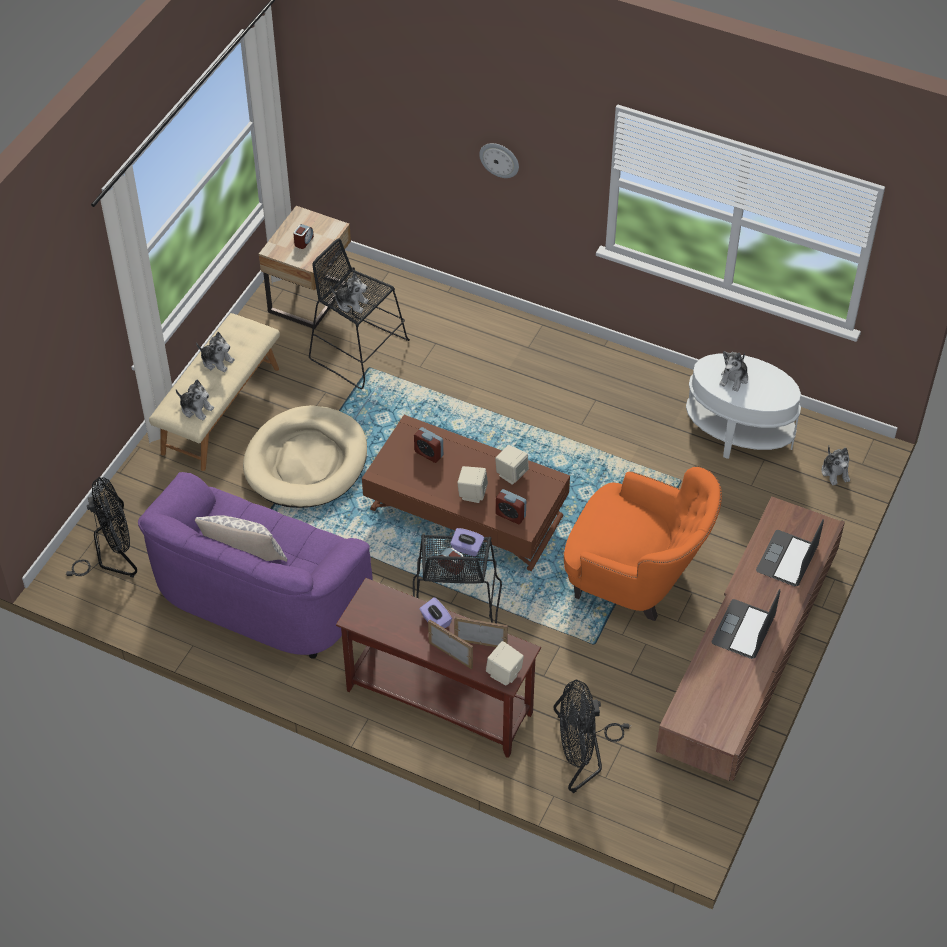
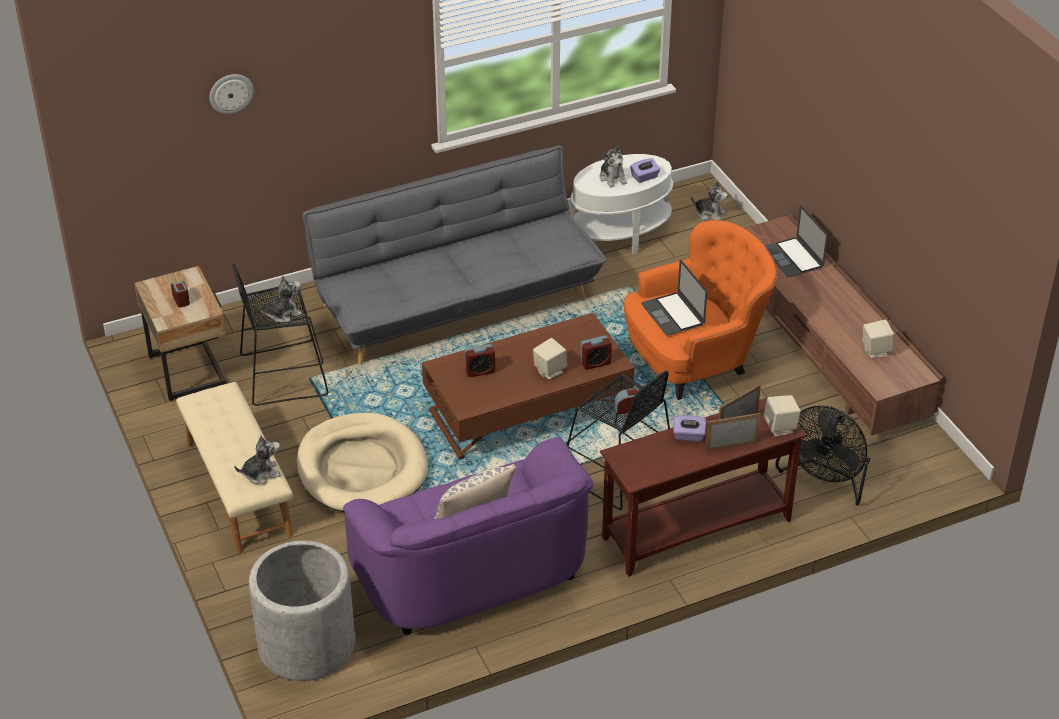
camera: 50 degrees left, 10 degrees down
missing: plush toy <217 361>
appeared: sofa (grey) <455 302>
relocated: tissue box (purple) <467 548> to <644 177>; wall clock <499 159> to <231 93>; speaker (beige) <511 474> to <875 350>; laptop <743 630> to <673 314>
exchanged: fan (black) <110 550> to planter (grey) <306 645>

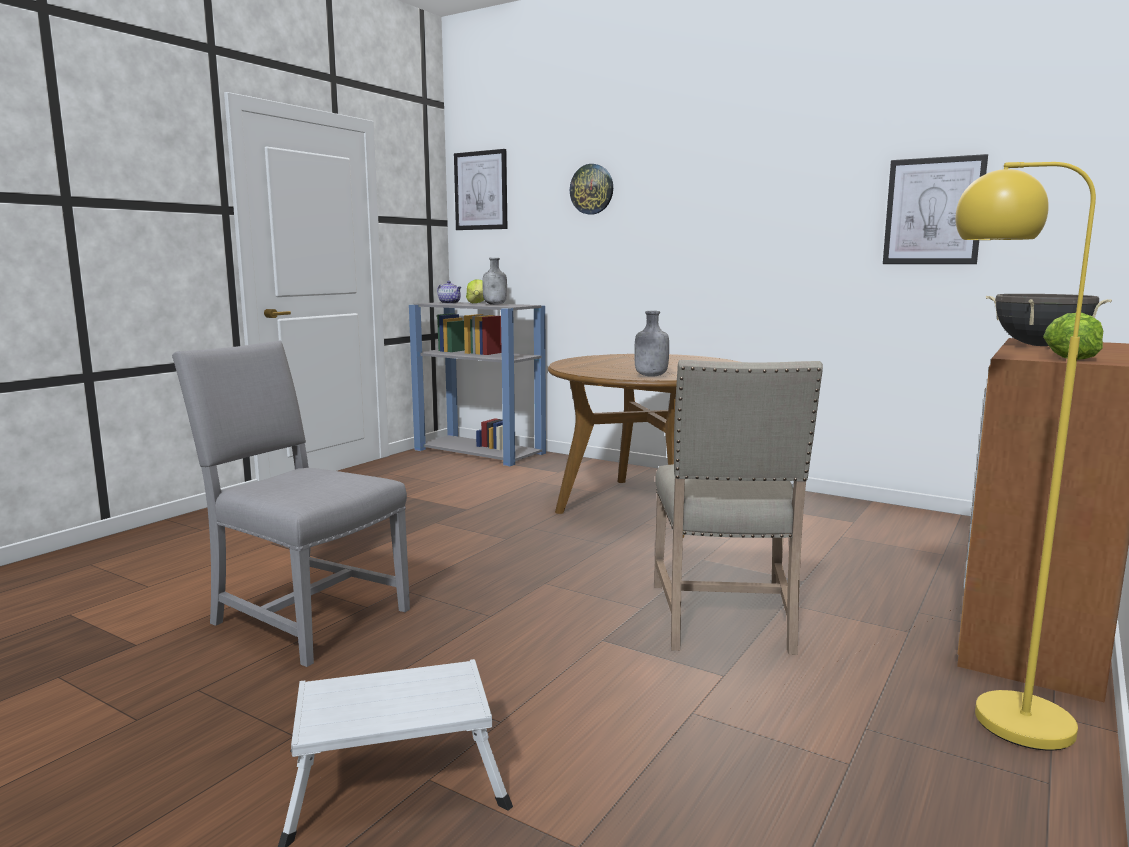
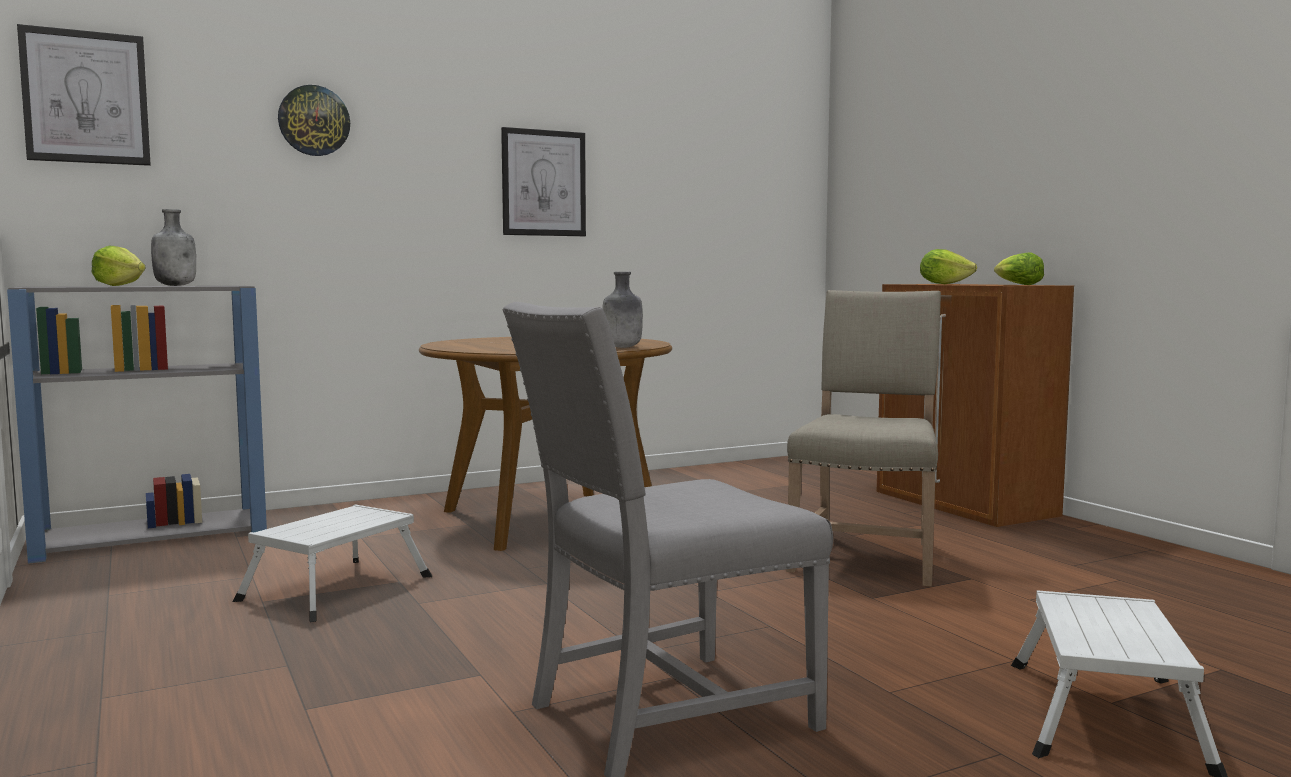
camera: 60 degrees left, 5 degrees down
missing: teapot <450 303>; floor lamp (yellow) <993 721>
appeared: step ladder (white) <335 588>
relocated: picture <933 211> to <543 183>
exchanged: cooking pot (black) <1040 346> to lettuce <944 284>
spun: chair (beige) <725 619> = <867 556> 105 degrees counterclockwise

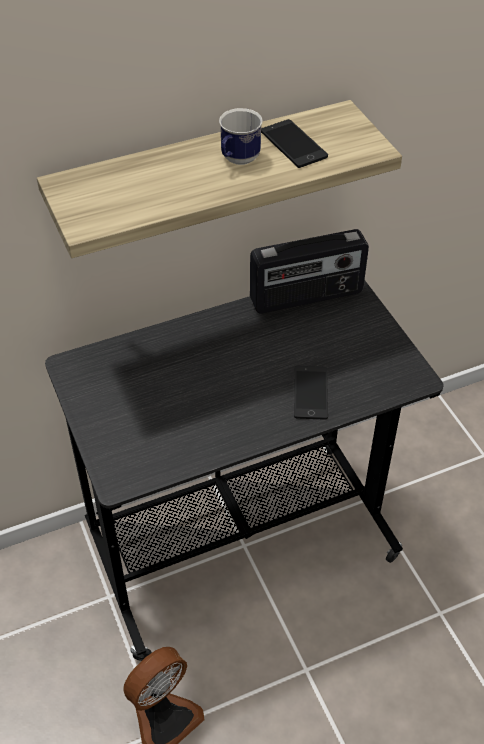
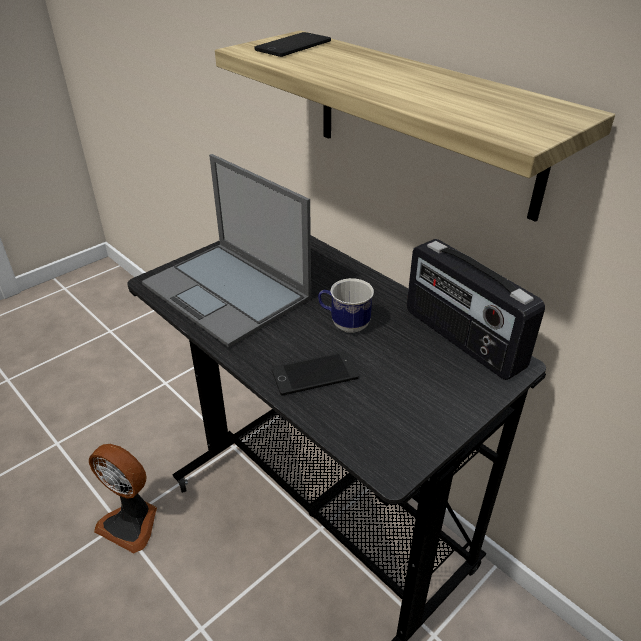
camera: 70 degrees right, 10 degrees down
appeared: laptop <228 292>
relocated: mug <237 161> to <344 324>; phone <293 144> to <293 46>

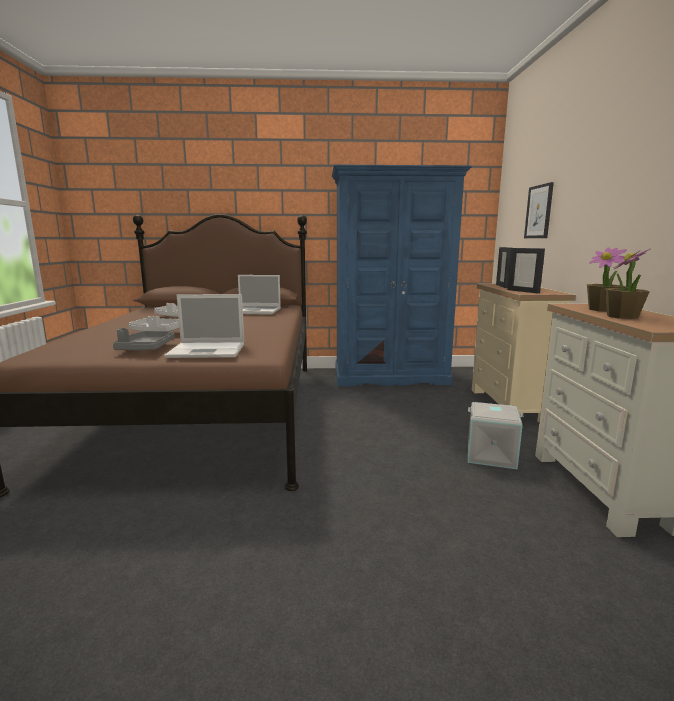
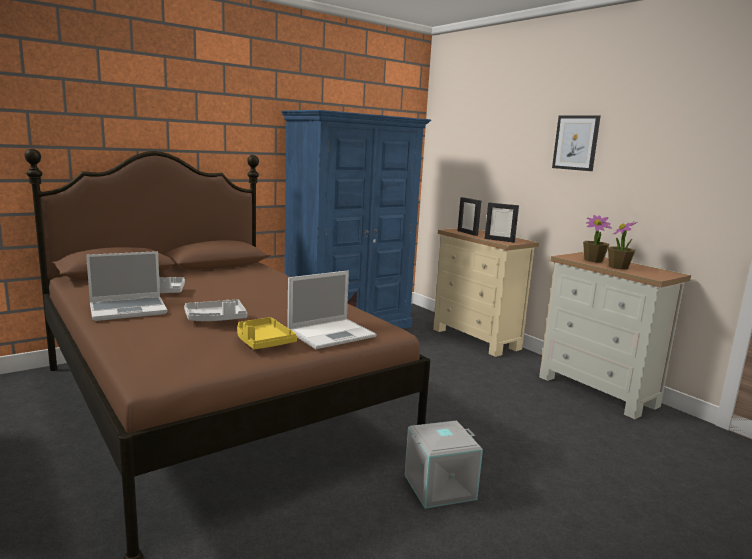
camera: 35 degrees left, 0 degrees up
relocated: laptop <256 311> to <129 310>; storage box (grey) <490 455> to <439 488>; picture <539 212> to <576 142>
colour: tray (grey) <146 348> to tray (yellow) <263 342>

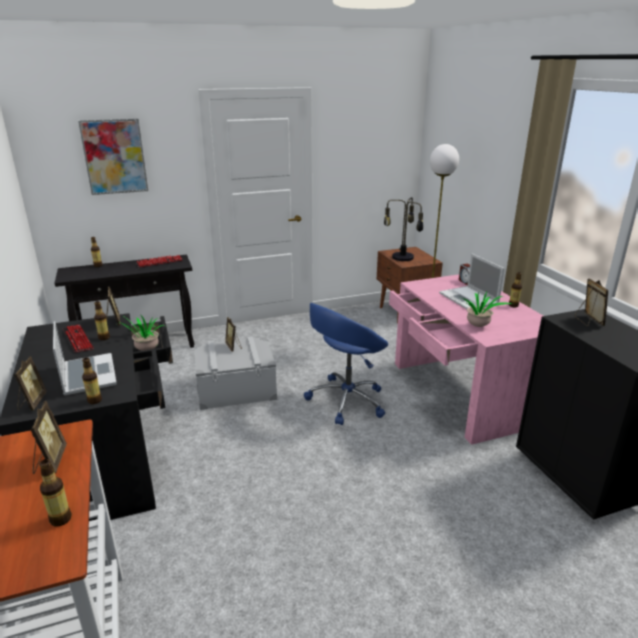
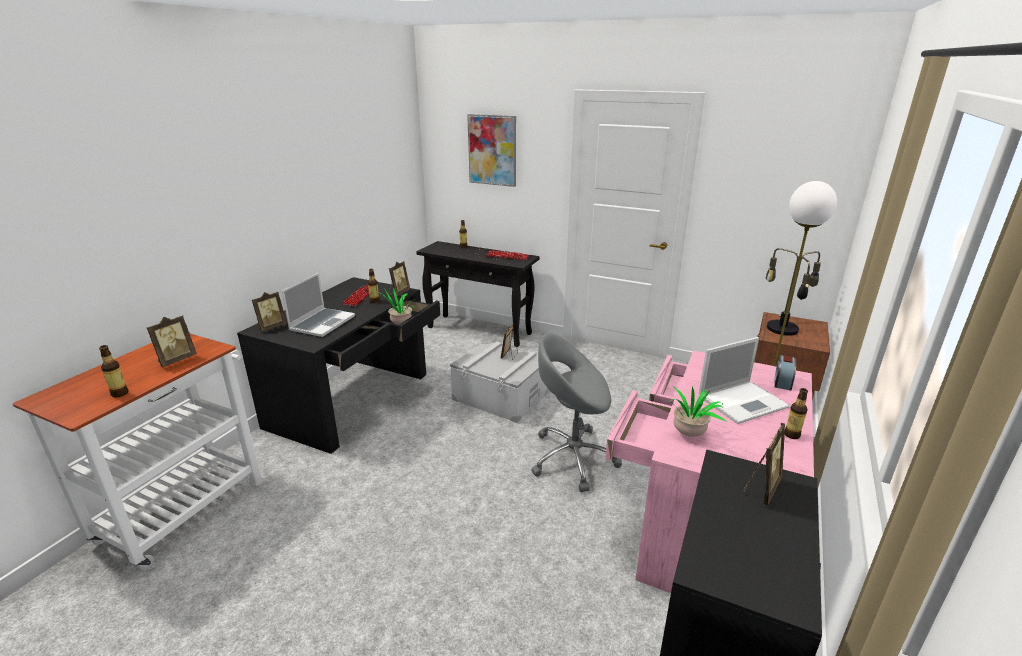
camera: 45 degrees right, 0 degrees up
missing: bottle <94 400>
colour: office chair (blue) <345 401> to office chair (grey) <571 458>
spun: laptop <469 299> = <743 401> 135 degrees counterclockwise

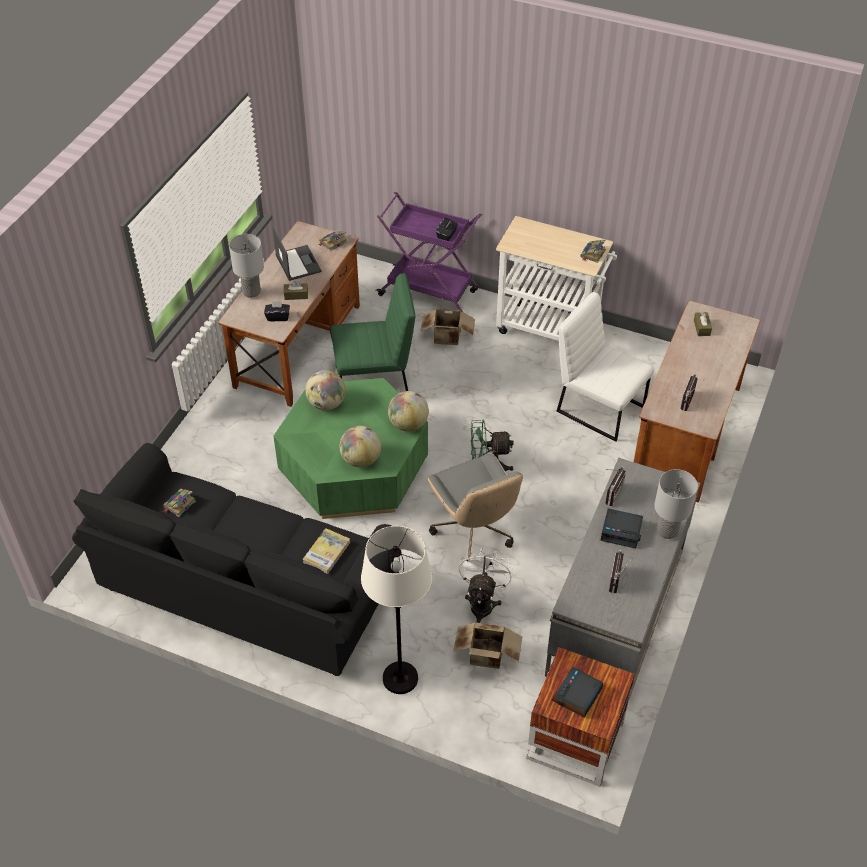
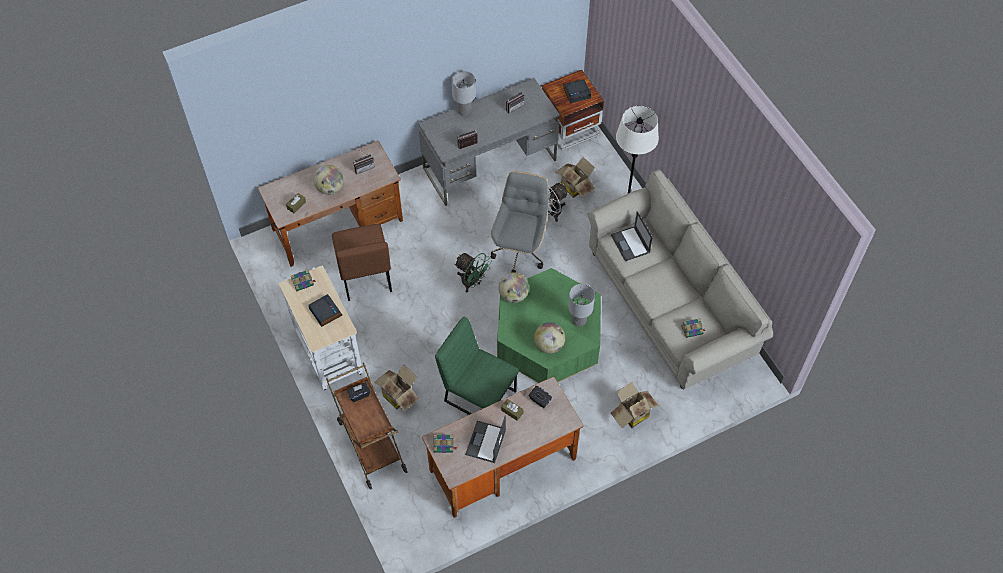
camera: 140 degrees left, 10 degrees up
appeared: cardboard box <631 414>
relocated: table lamp (grey) <252 293> to <579 321>; globe <361 460> to <330 188>; alarm clock <621 531> to <325 312>
exchanged: book <326 552> to laptop <630 244>
colour: sofa (black) <248 589> to sofa (beige) <669 305>; cart (purple) <428 293> to cart (brown) <371 445>; chair (white) <598 407> to chair (brown) <365 276>

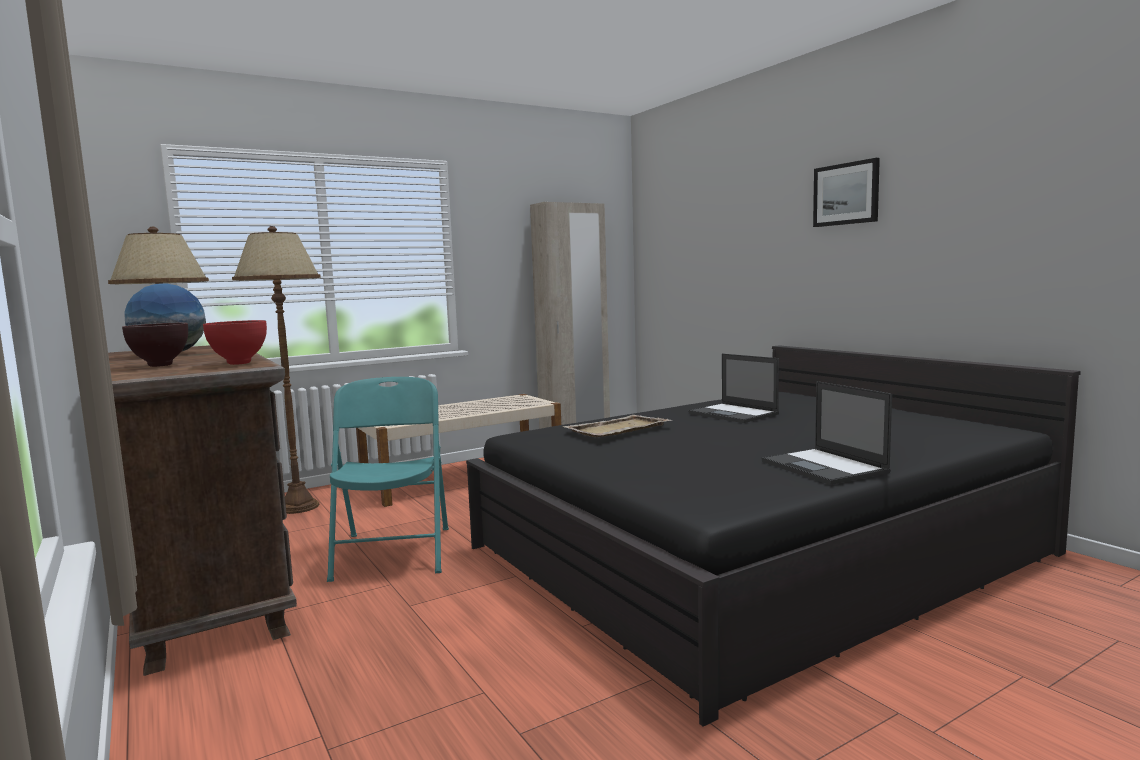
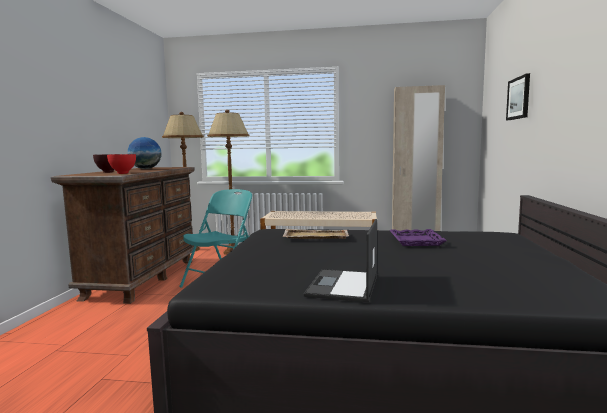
camera: 40 degrees right, 0 degrees up
relocated: picture <846 194> to <519 98>
exchanged: laptop <734 414> to tray (purple) <416 241>

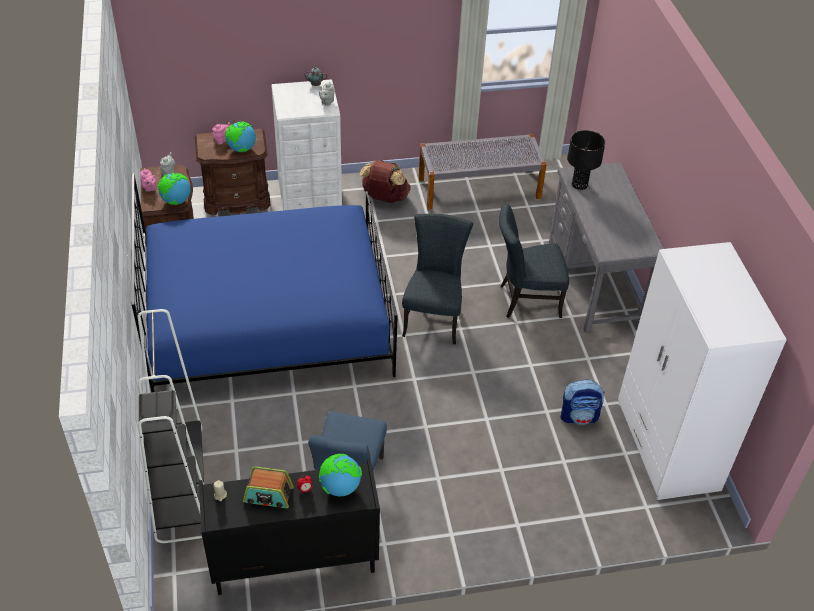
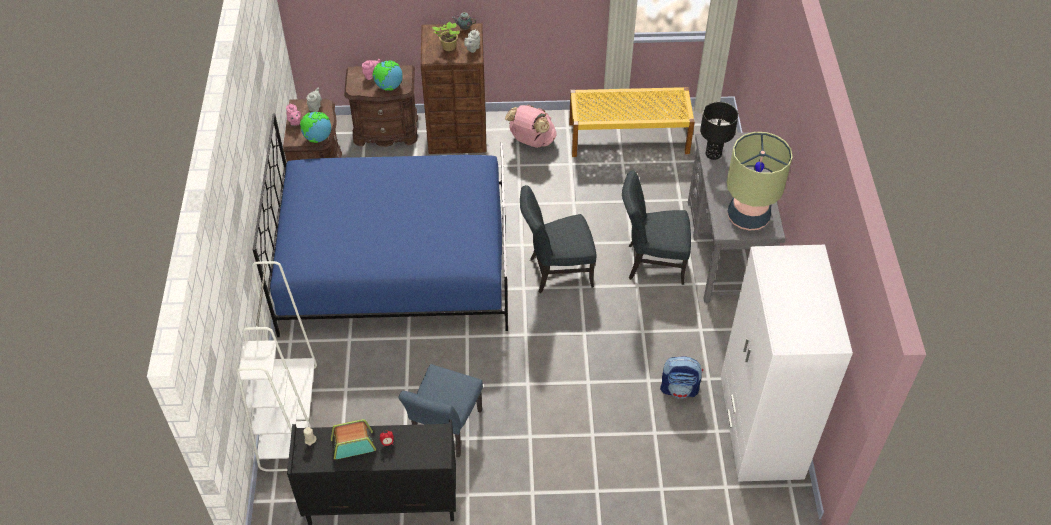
camera: 10 degrees right, 5 degrees up
missing: globe <340 487>
appeared: potted plant <448 47>; table lamp <748 217>
colour: clothes rack (black) <180 485> to clothes rack (white) <289 418>; dresser (white) <310 196> to dresser (brown) <457 133>; backpack (brown) <385 198> to backpack (pink) <531 141>; bench (grey) <479 188> to bench (yellow) <628 137>
spun: radio <268 495> = <353 445> 150 degrees clockwise; chair (grey) <433 317> = <556 272> 120 degrees counterclockwise

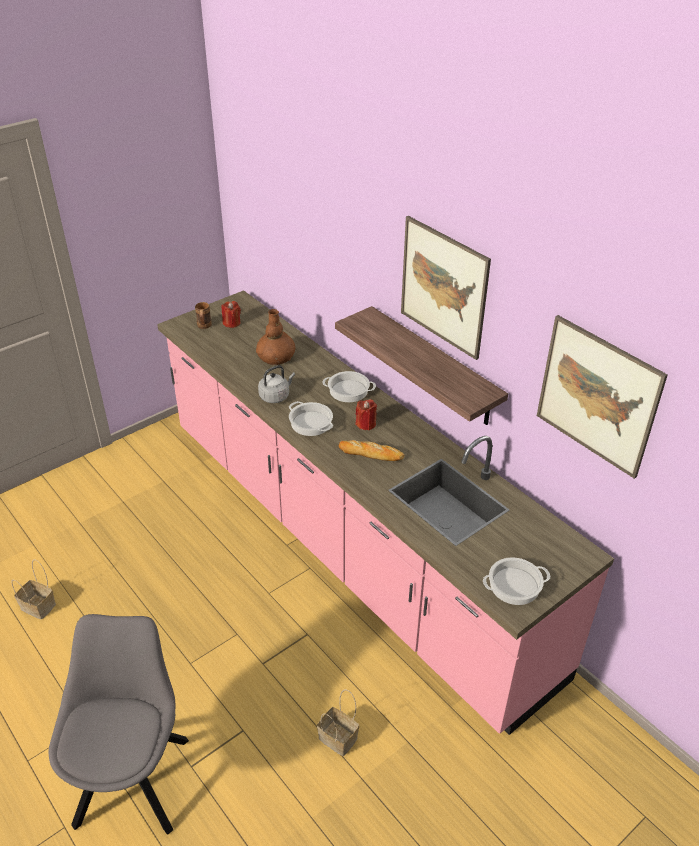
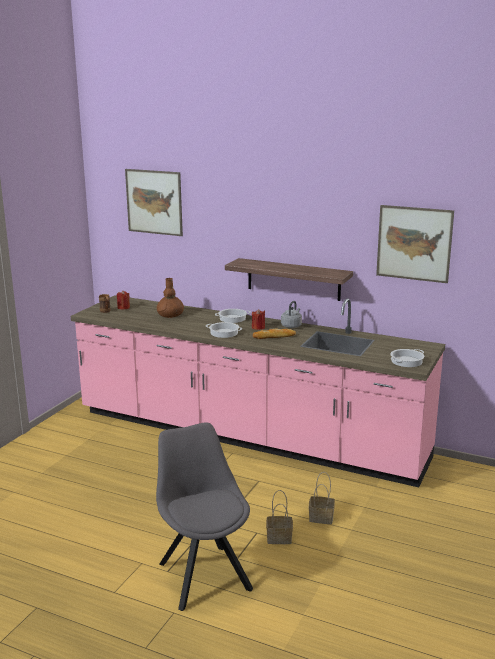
camera: 25 degrees left, 20 degrees down
relocated: basket <39 606> to <280 538>; kettle (grey) <276 396> to <291 326>; picture <443 287> to <154 202>

